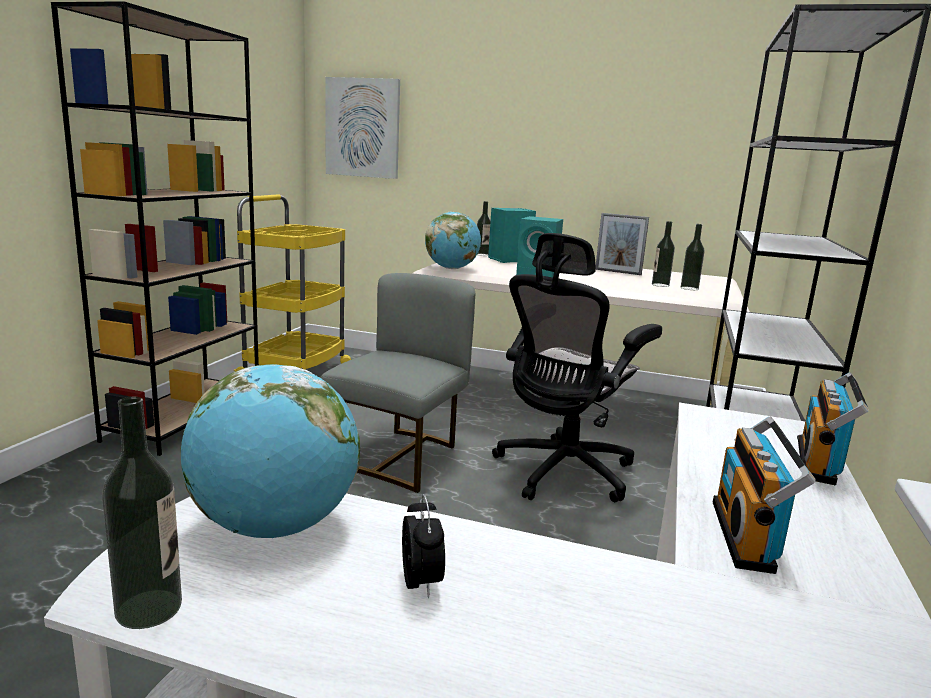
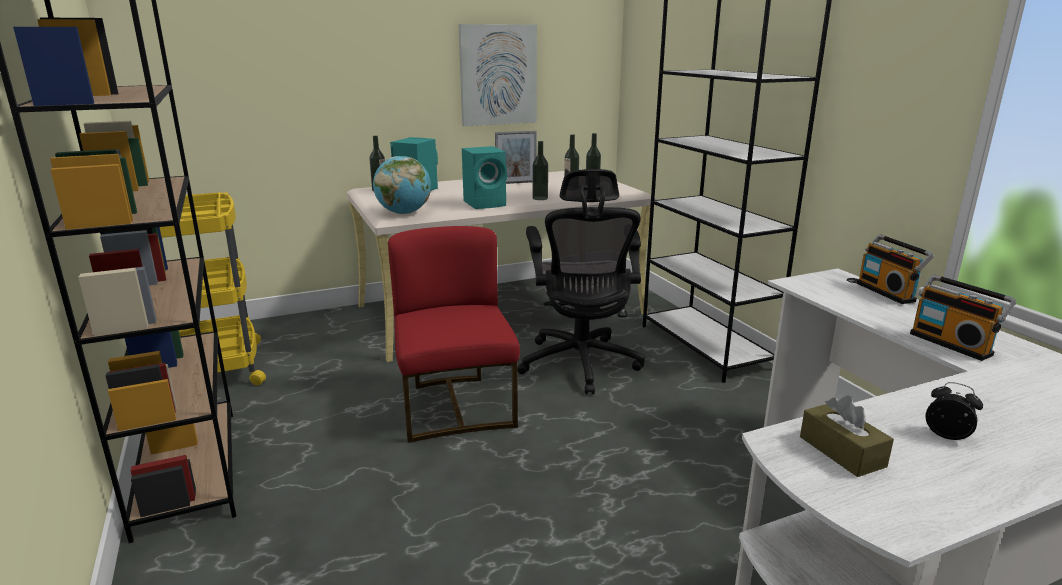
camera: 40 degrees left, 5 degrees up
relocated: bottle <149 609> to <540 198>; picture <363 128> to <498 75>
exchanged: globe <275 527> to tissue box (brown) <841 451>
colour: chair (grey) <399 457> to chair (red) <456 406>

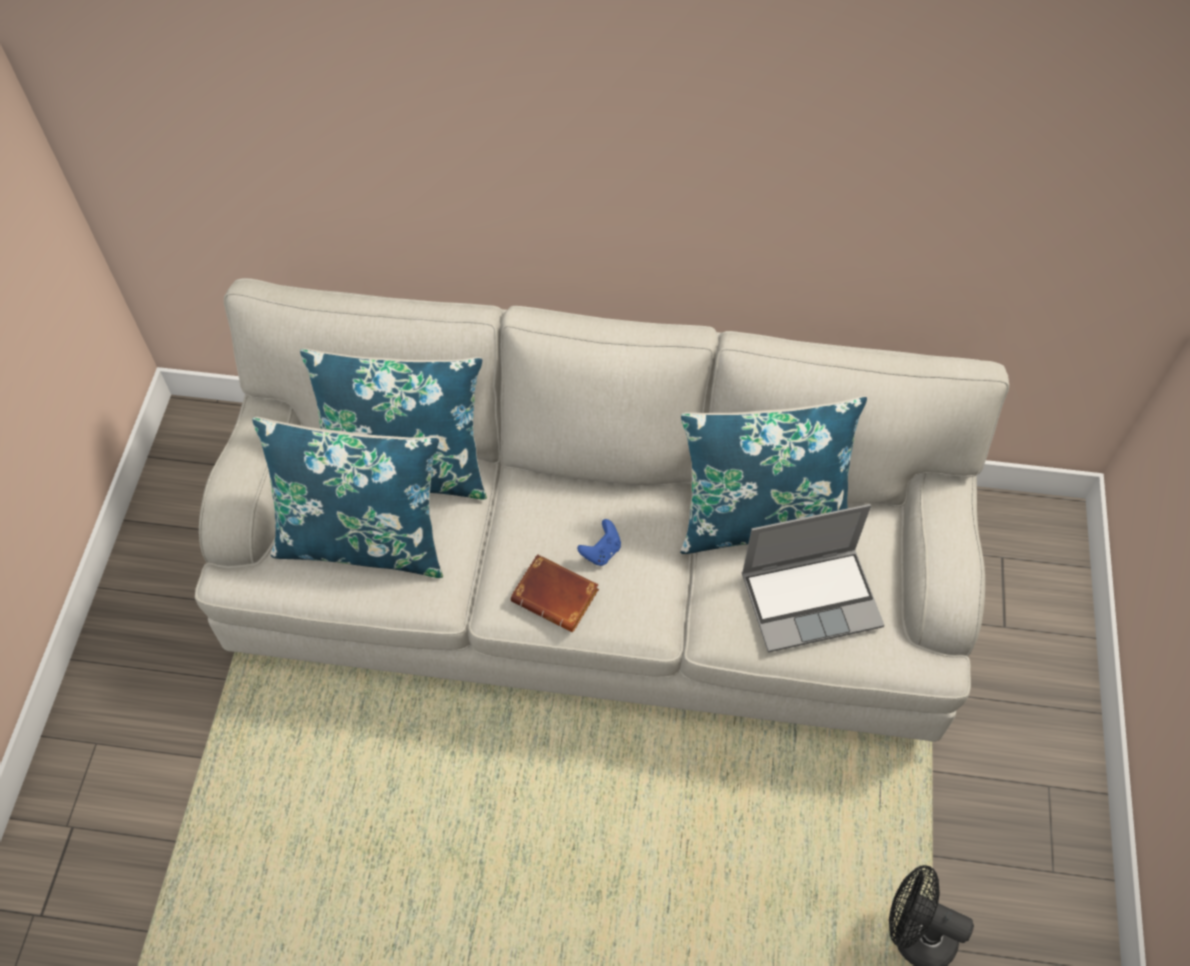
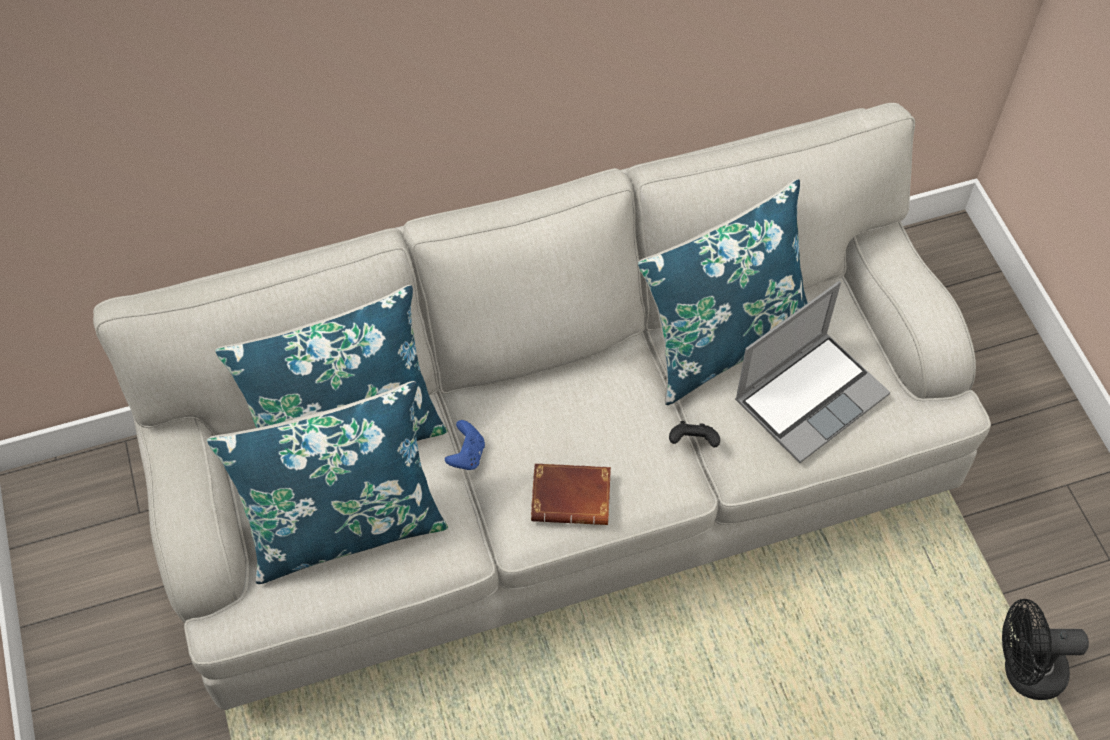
camera: 25 degrees left, 0 degrees up
appeared: game controller (black) <693 442>
relocated: game controller (blue) <601 551> to <467 455>

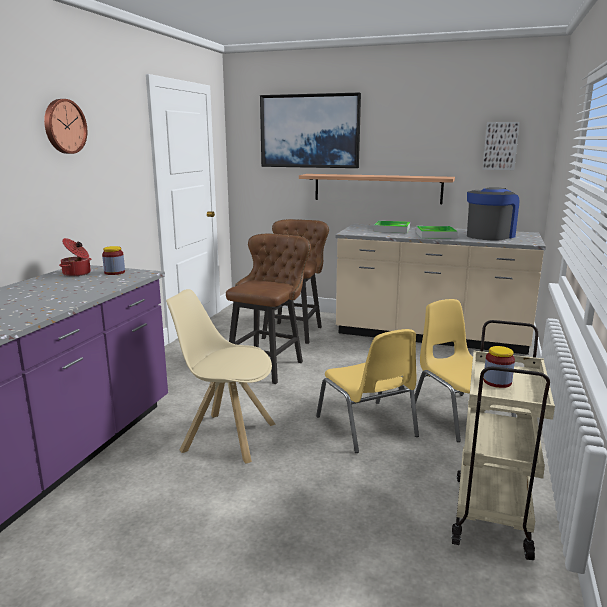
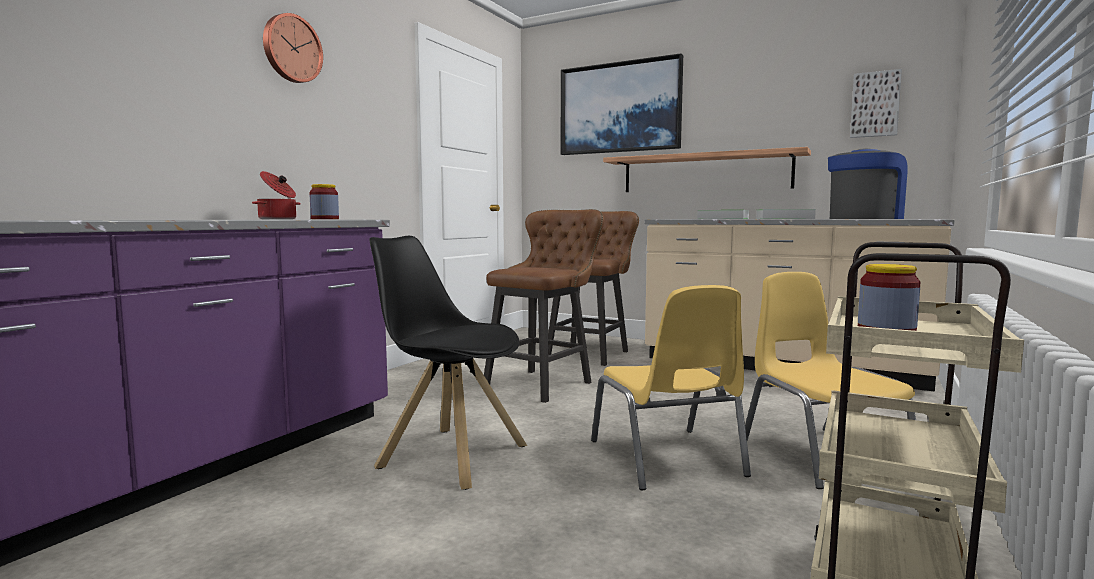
camera: 10 degrees right, 10 degrees down
colour: chair (beige) <226 436> to chair (black) <450 455>

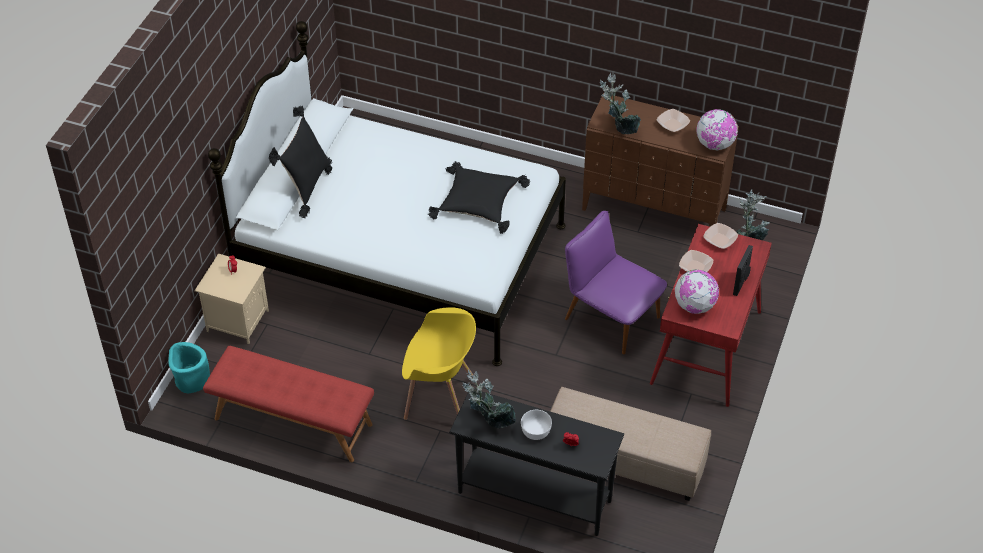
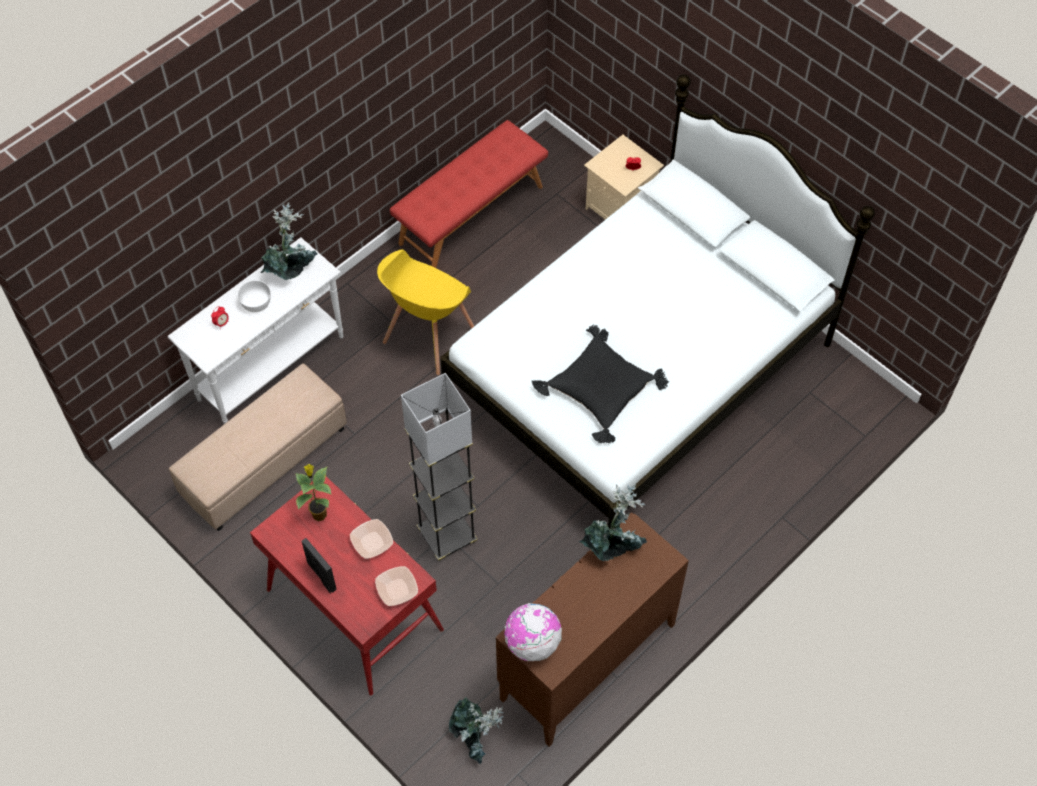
camera: 115 degrees right, 10 degrees up
missing: planter (turquoise) <191 380>; pillow (black) <305 190>; bowl <672 125>
exchanged: chair (purple) <612 318> to floor lamp (grey) <447 536>; globe <694 306> to potted plant <319 513>
colour: console table (black) <533 497> to console table (white) <271 366>

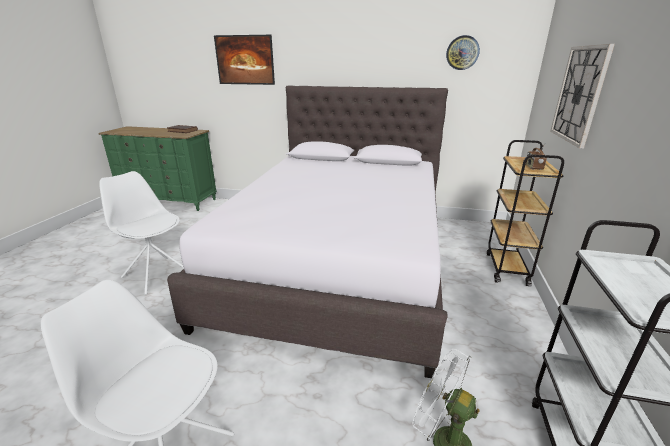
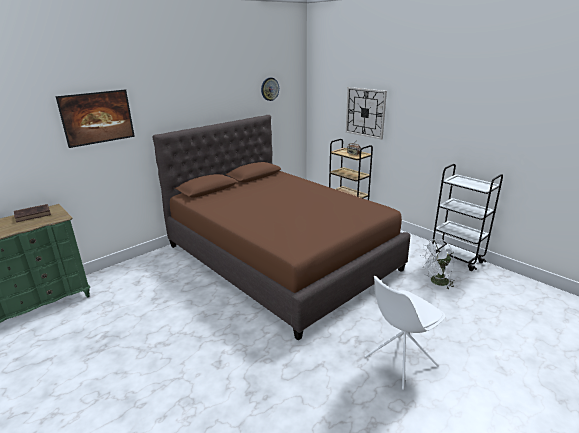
camera: 55 degrees left, 0 degrees up
missing: chair (white) <156 274>
colour: bed (white) <339 260> to bed (brown) <280 257>

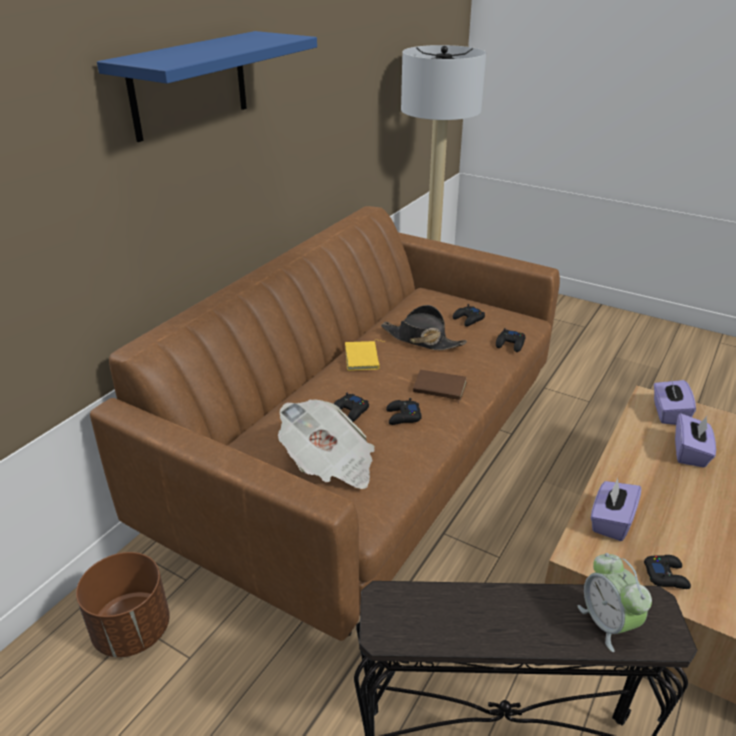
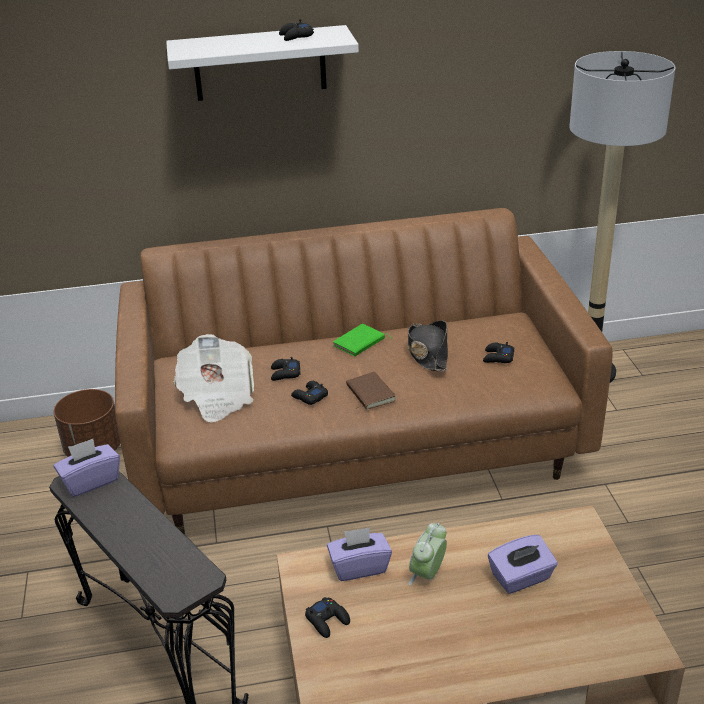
camera: 50 degrees right, 0 degrees up
relocated: game controller (black) <510 344> to <296 36>; alarm clock <607 623> to <428 574>; tissue box (purple) <668 413> to <90 481>
colour: shelf (blue) <190 85> to shelf (white) <260 63>; book (yellow) <363 358> to book (green) <360 343>

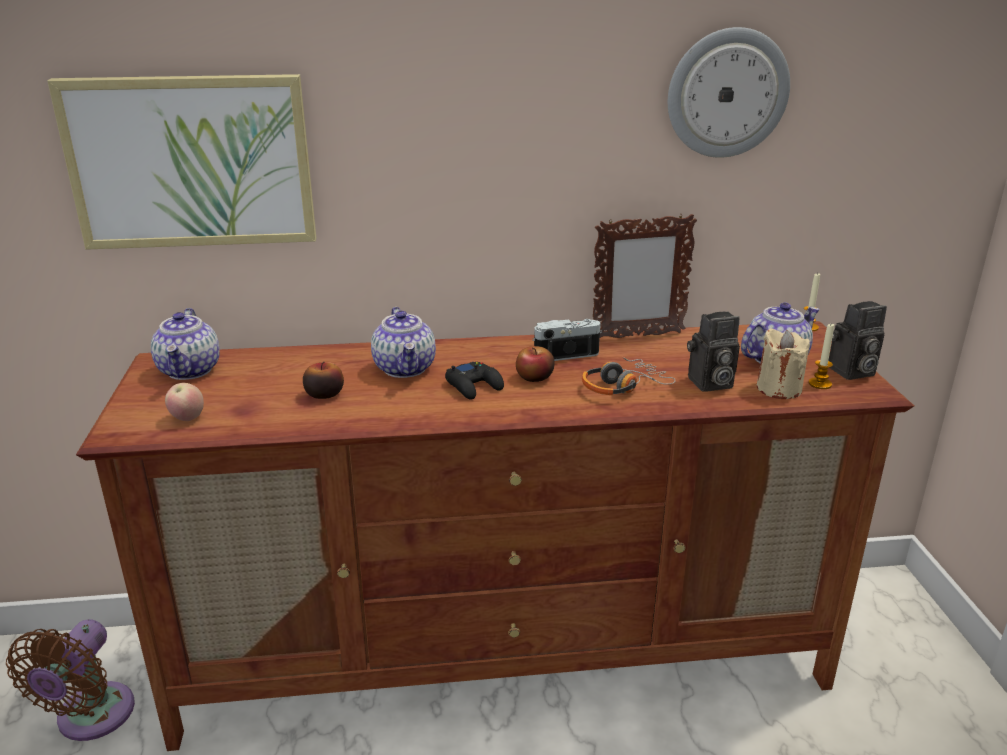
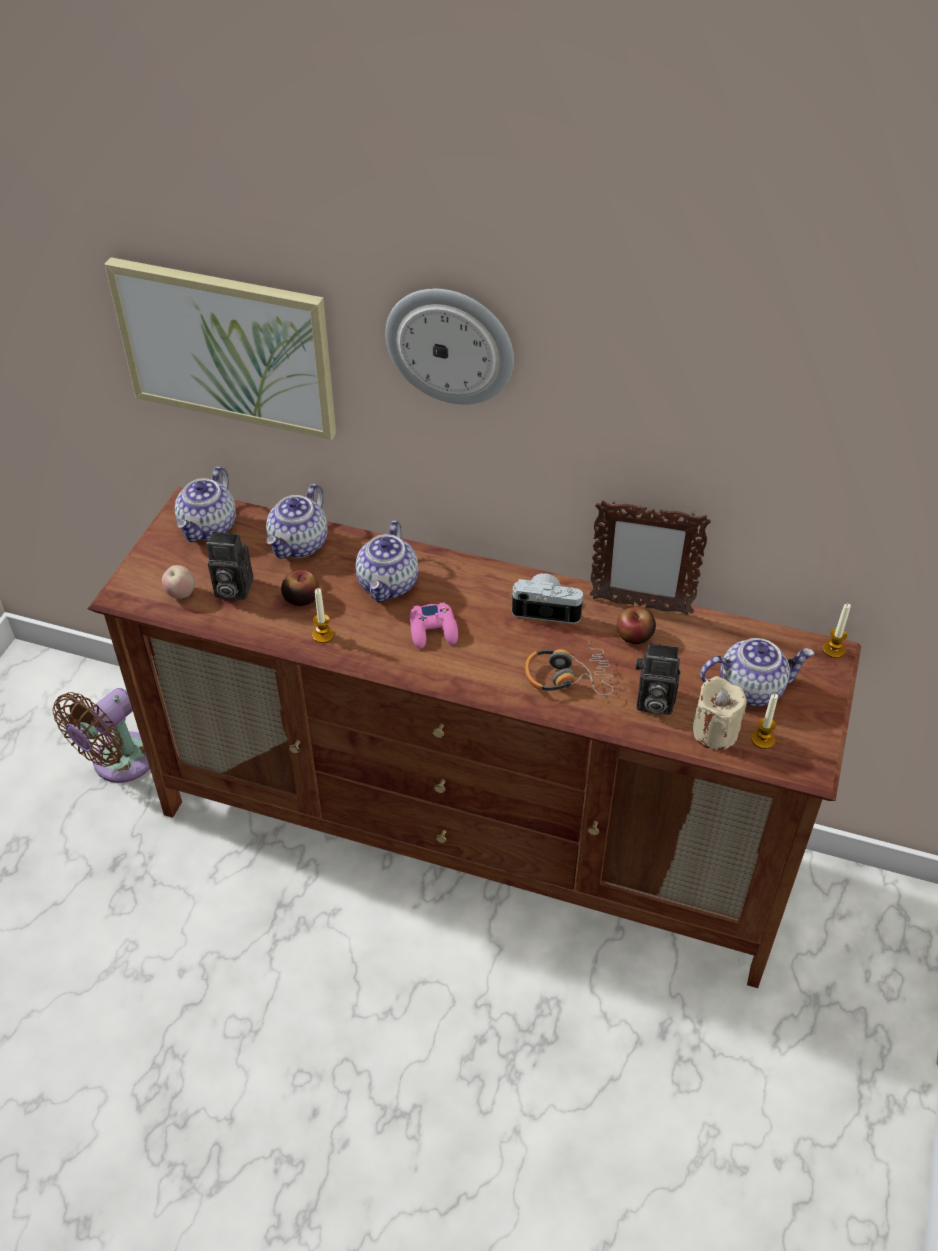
camera: 25 degrees right, 20 degrees up
appeared: teapot <299 545>; candle <323 635>
relocated: apple <535 377> to <634 636>; wall clock <727 93> to <450 345>; photo camera <851 372> to <231 589>
colour: game controller (black) <474 386> to game controller (pink) <433 630>

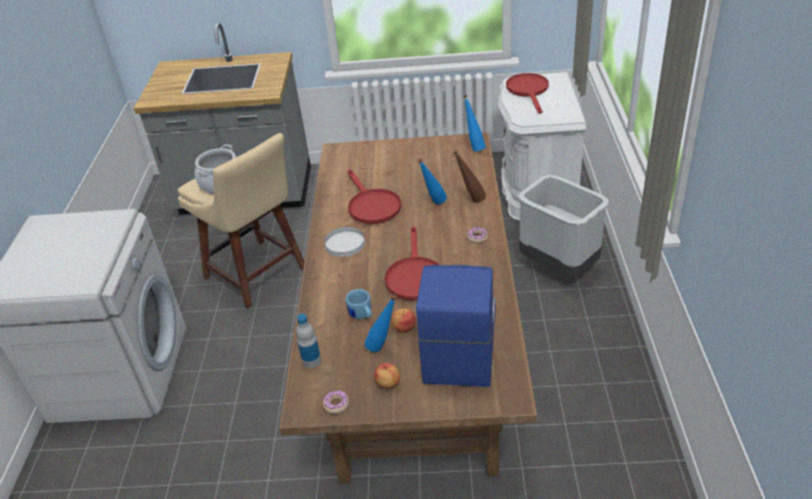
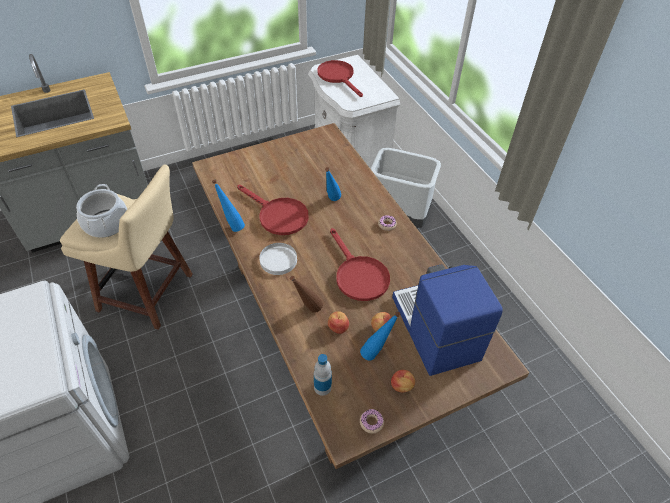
camera: 30 degrees left, 10 degrees up
relocated: bottle (brown) <470 200> to <307 310>; bottle (blue) <474 147> to <232 226>
exchanged: mug (blue) <362 315> to apple <338 327>

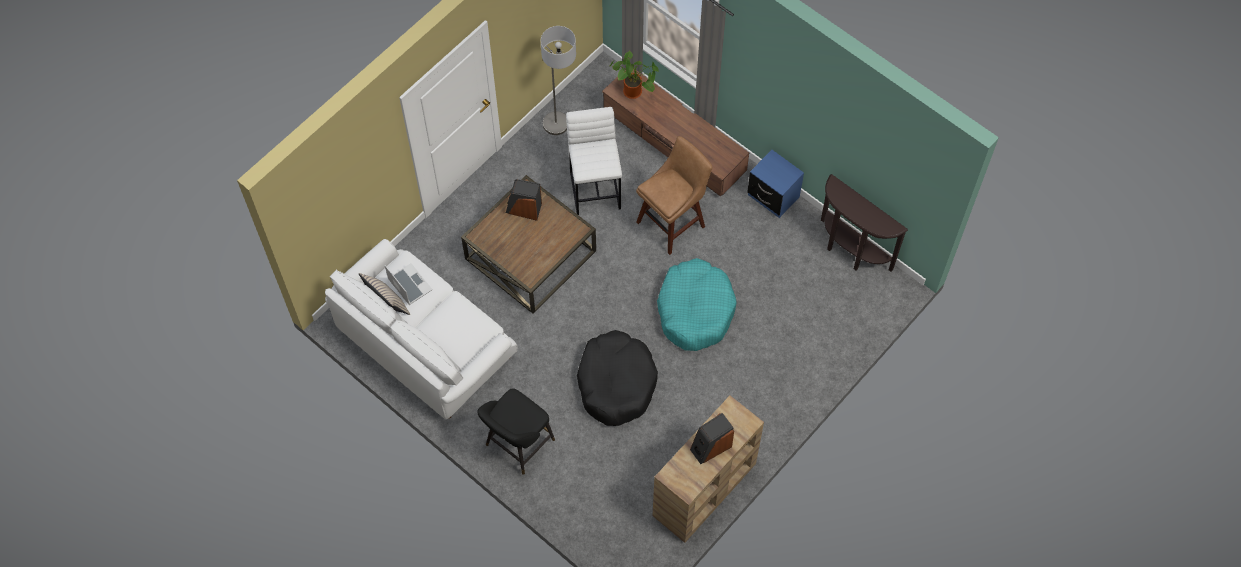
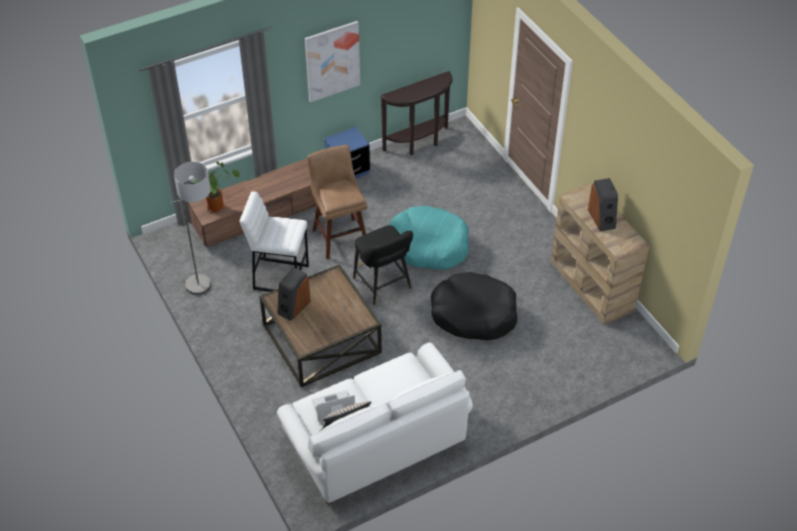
camera: 70 degrees left, 15 degrees down
appeared: picture <332 61>
relocated: stool (black) <517 445> to <384 285>

